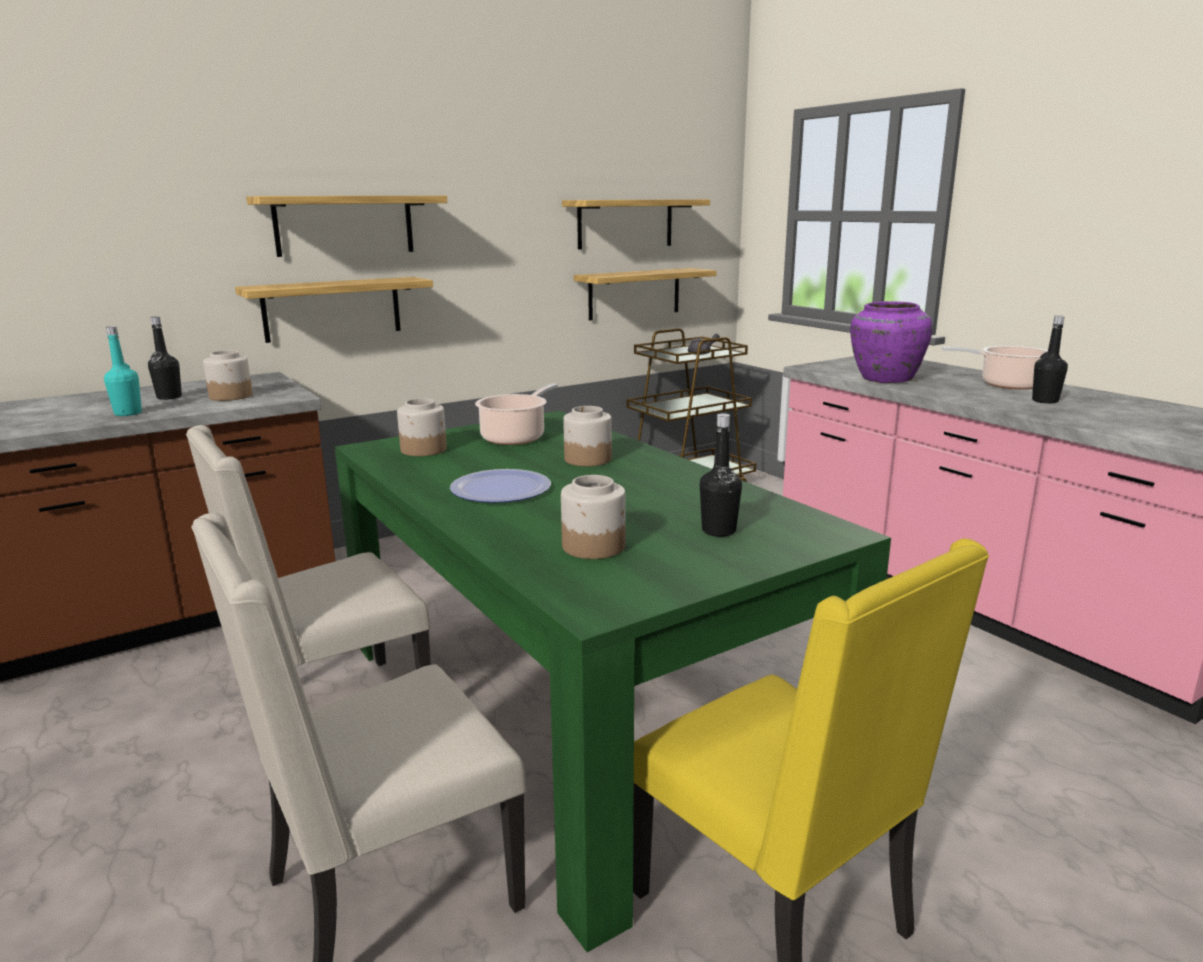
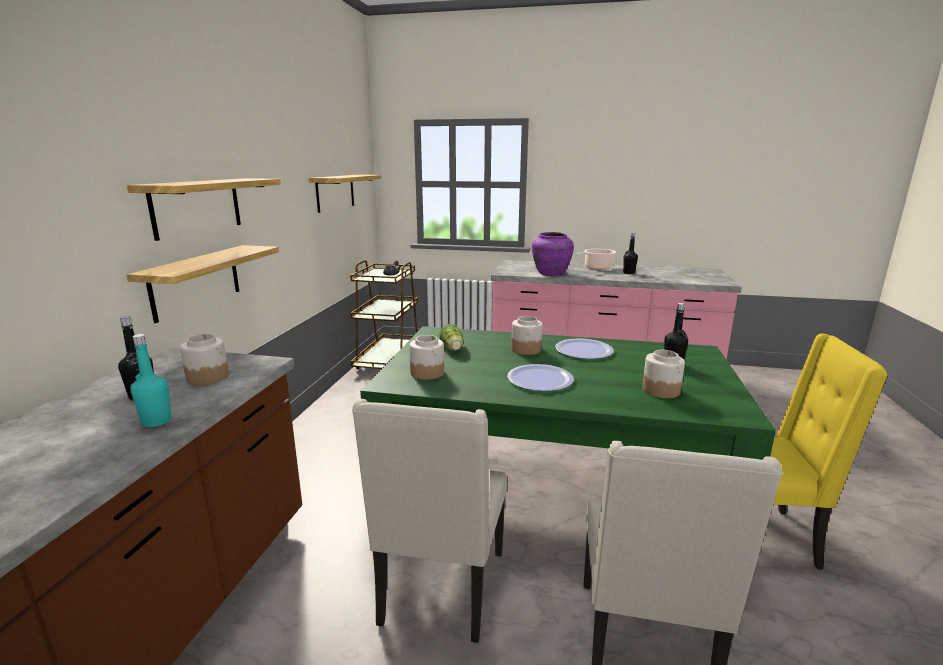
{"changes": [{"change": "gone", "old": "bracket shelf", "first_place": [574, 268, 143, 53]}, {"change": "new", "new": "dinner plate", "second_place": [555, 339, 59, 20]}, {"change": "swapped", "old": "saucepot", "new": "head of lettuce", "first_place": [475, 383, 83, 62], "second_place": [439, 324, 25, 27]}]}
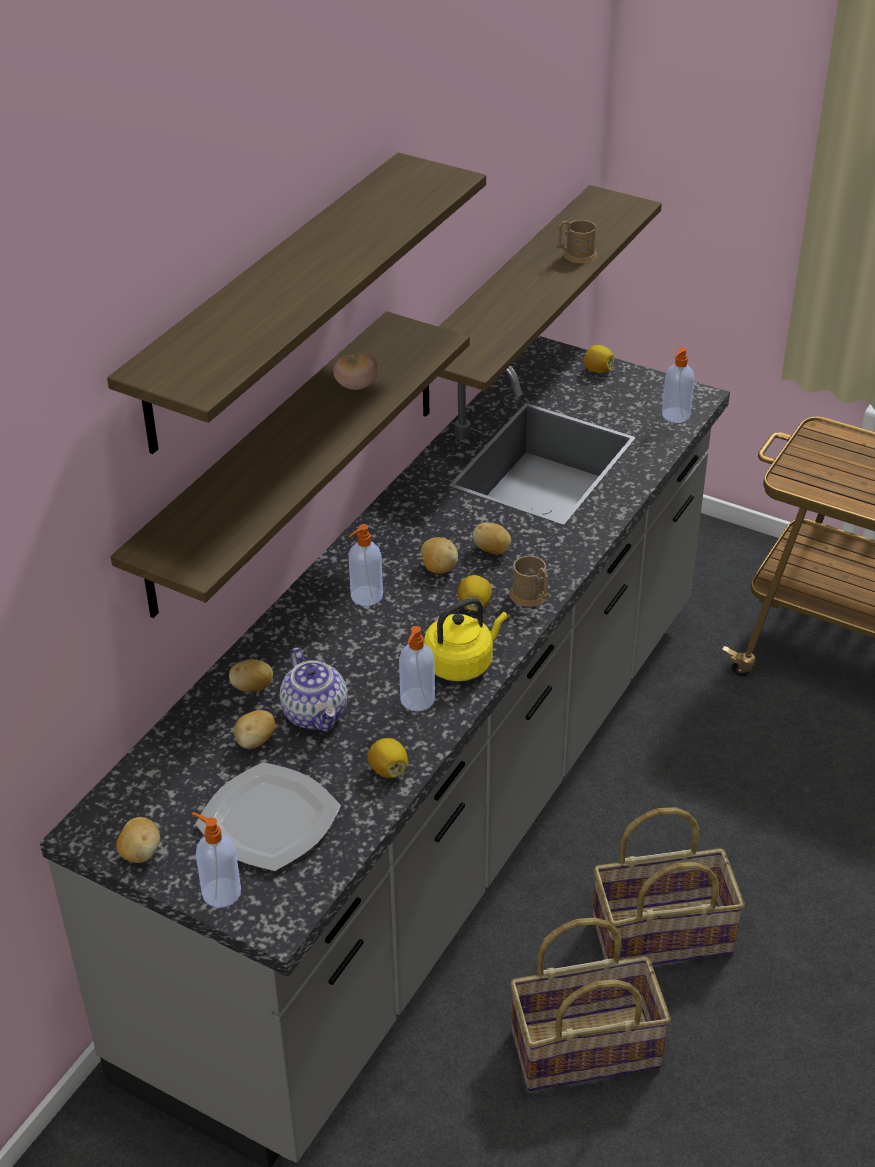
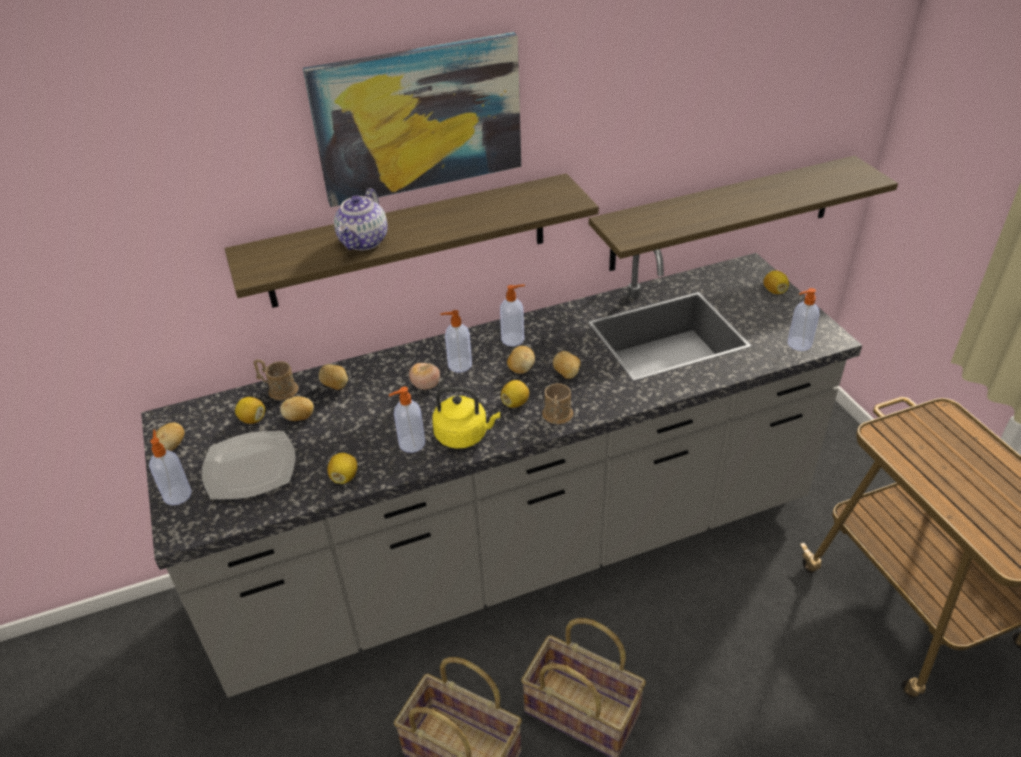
{"changes": [{"change": "new", "new": "citrus fruit", "second_place": [235, 397, 30, 27]}, {"change": "new", "new": "soap dispenser", "second_place": [500, 285, 25, 61]}, {"change": "shifted", "old": "pot for tea", "first_place": [280, 647, 68, 85], "second_place": [334, 188, 53, 62]}, {"change": "shifted", "old": "whole tomato", "first_place": [333, 353, 45, 37], "second_place": [409, 363, 31, 27]}, {"change": "shifted", "old": "coffee mug/brownish", "first_place": [556, 220, 42, 43], "second_place": [253, 359, 45, 41]}, {"change": "swapped", "old": "bracket shelf", "new": "picture", "first_place": [107, 152, 379, 302], "second_place": [303, 32, 218, 175]}]}
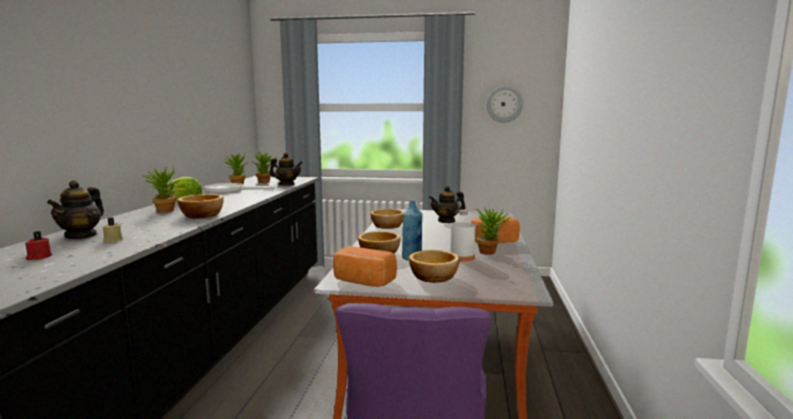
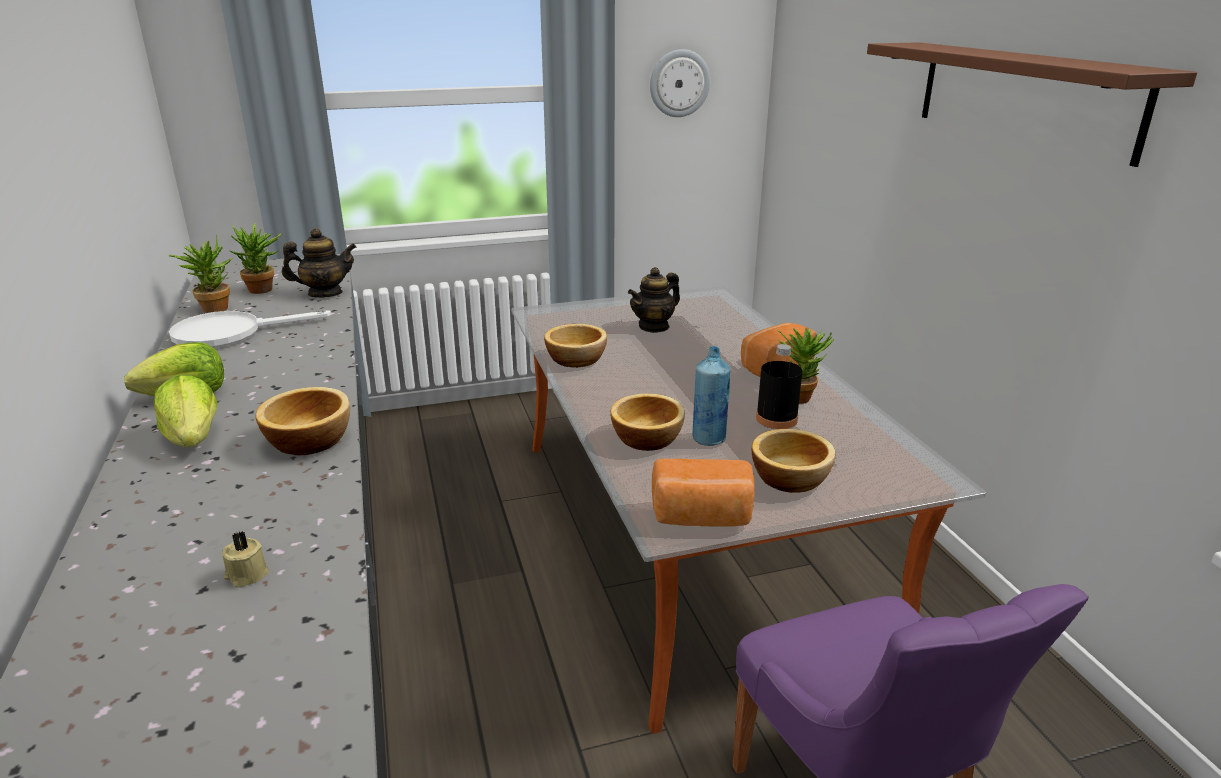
{"changes": [{"change": "gone", "old": "wax light/red-coloured", "first_place": [25, 231, 27, 29]}, {"change": "gone", "old": "pot for tea", "first_place": [47, 180, 57, 59]}, {"change": "new", "new": "bracket shelf/brownish", "second_place": [867, 42, 330, 125]}, {"change": "swapped", "old": "plant in a pot", "new": "head of lettuce", "first_place": [142, 166, 37, 47], "second_place": [154, 375, 63, 72]}, {"change": "repainted", "old": "bottle/white-coloured", "new": "bottle/blackish", "first_place": [450, 210, 26, 52], "second_place": [756, 344, 47, 85]}]}
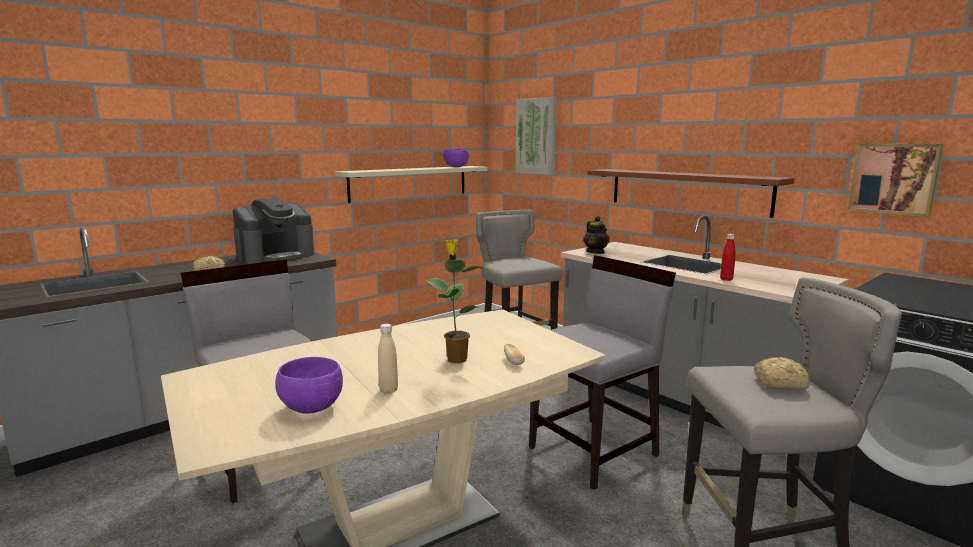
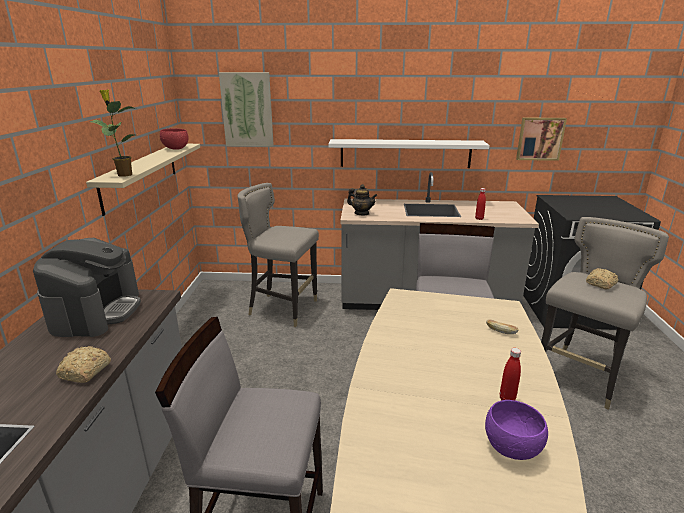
{"changes": [{"change": "shifted", "old": "plant in a pot", "first_place": [426, 239, 61, 124], "second_place": [90, 89, 46, 88]}, {"change": "repainted", "old": "bottle/beige", "new": "bottle/red-coloured", "first_place": [378, 324, 20, 70], "second_place": [500, 348, 21, 52]}, {"change": "repainted", "old": "bowl/purple", "new": "bowl/red-coloured", "first_place": [443, 149, 26, 18], "second_place": [160, 128, 29, 22]}, {"change": "repainted", "old": "bracket shelf/brownish", "new": "bracket shelf/white-coloured", "first_place": [587, 169, 208, 49], "second_place": [328, 139, 161, 29]}]}
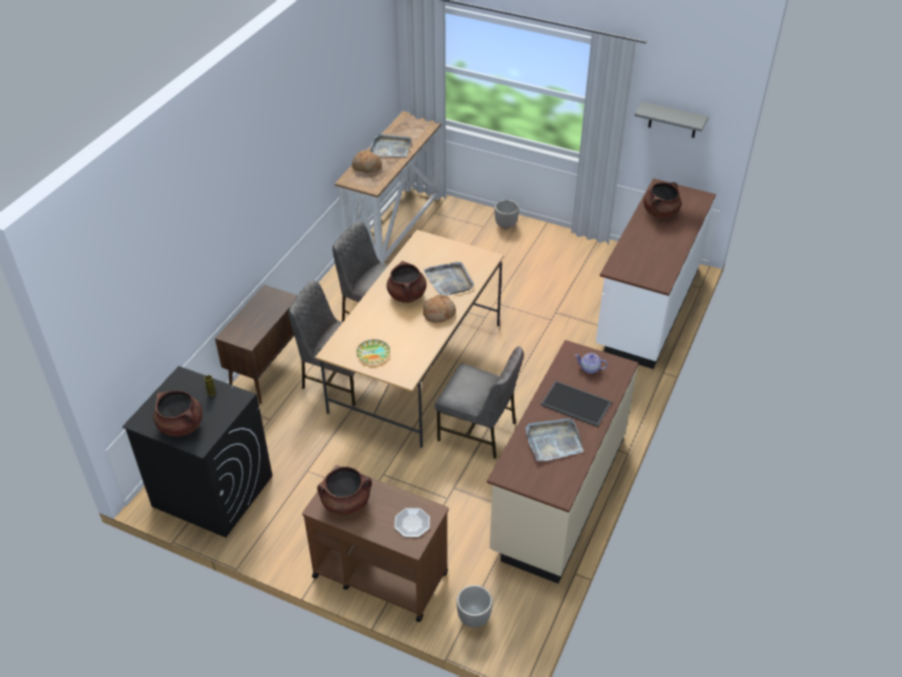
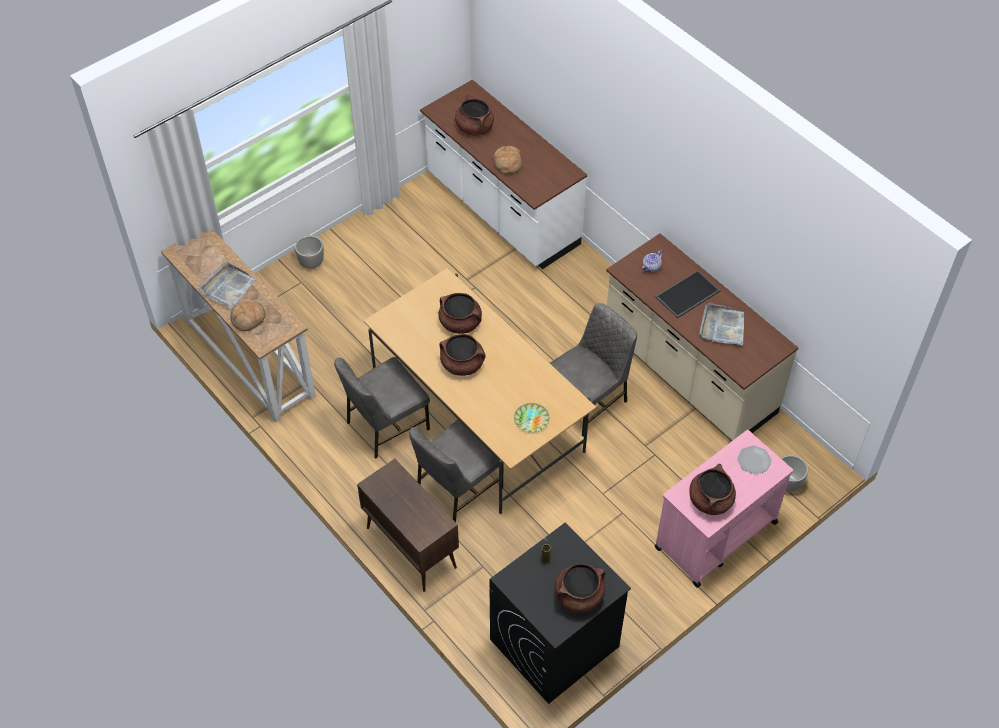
{"changes": [{"change": "gone", "old": "bracket shelf/grey", "first_place": [634, 102, 74, 36]}, {"change": "shifted", "old": "bakery bread", "first_place": [423, 294, 33, 29], "second_place": [493, 146, 29, 29]}, {"change": "swapped", "old": "carrying tray/grey", "new": "saucepot/brownish", "first_place": [424, 262, 50, 34], "second_place": [438, 293, 44, 41]}, {"change": "repainted", "old": "trolley/brownish", "new": "trolley/pink-coloured", "first_place": [302, 465, 147, 157], "second_place": [655, 430, 138, 158]}]}
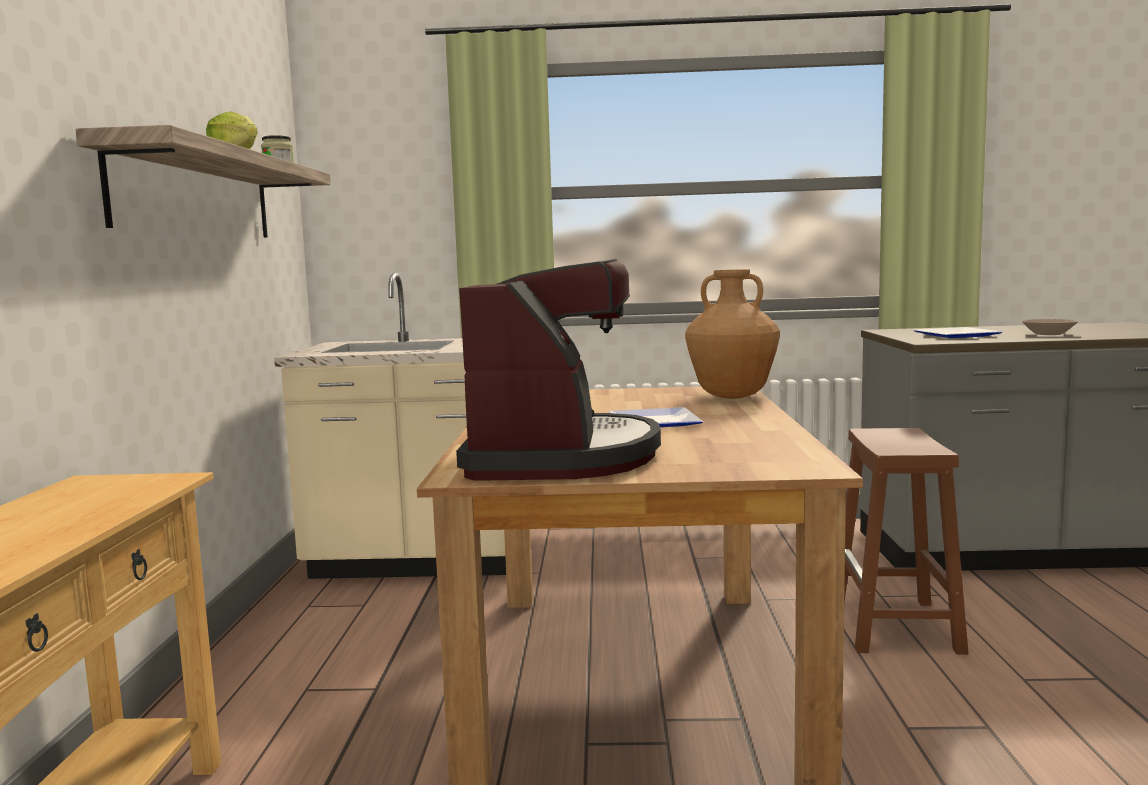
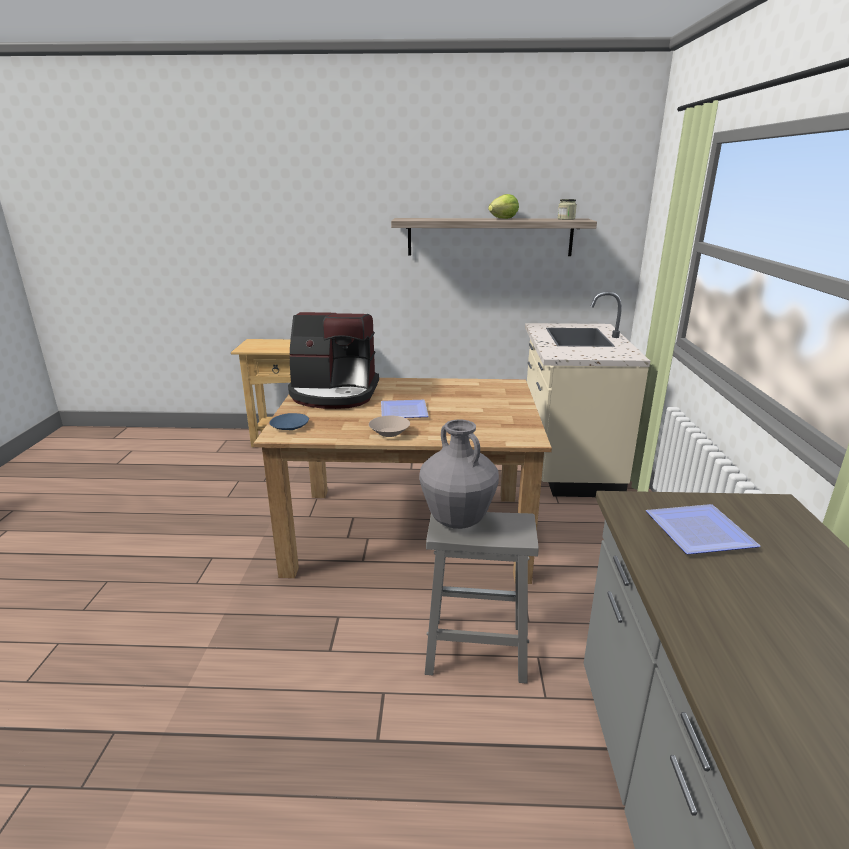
{"changes": [{"change": "gone", "old": "flower vase/brownish", "first_place": [685, 269, 95, 130]}, {"change": "new", "new": "dinner plate/blue", "second_place": [269, 413, 40, 17]}, {"change": "new", "new": "flower vase/grey", "second_place": [419, 419, 80, 110]}, {"change": "shifted", "old": "bowl/beige", "first_place": [1021, 319, 58, 16], "second_place": [369, 416, 41, 21]}, {"change": "repainted", "old": "stool seat/brownish", "new": "stool seat/grey", "first_place": [844, 428, 124, 227], "second_place": [425, 512, 114, 172]}]}
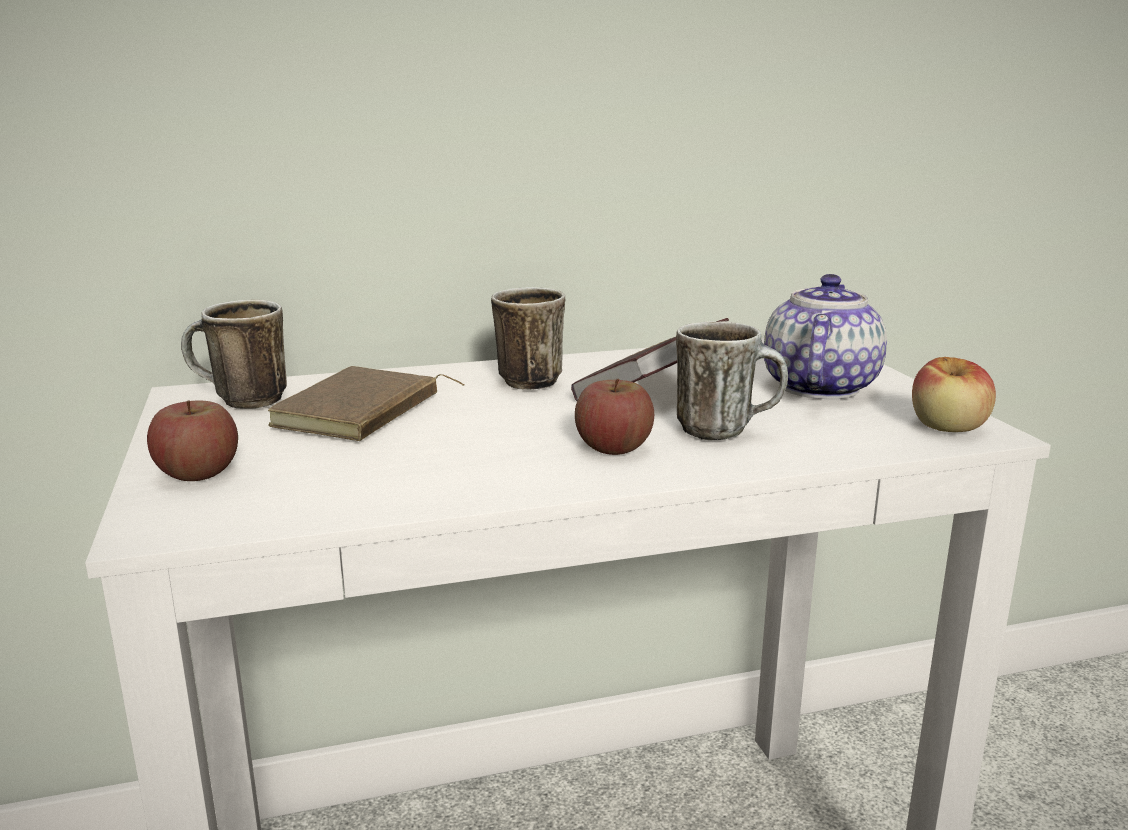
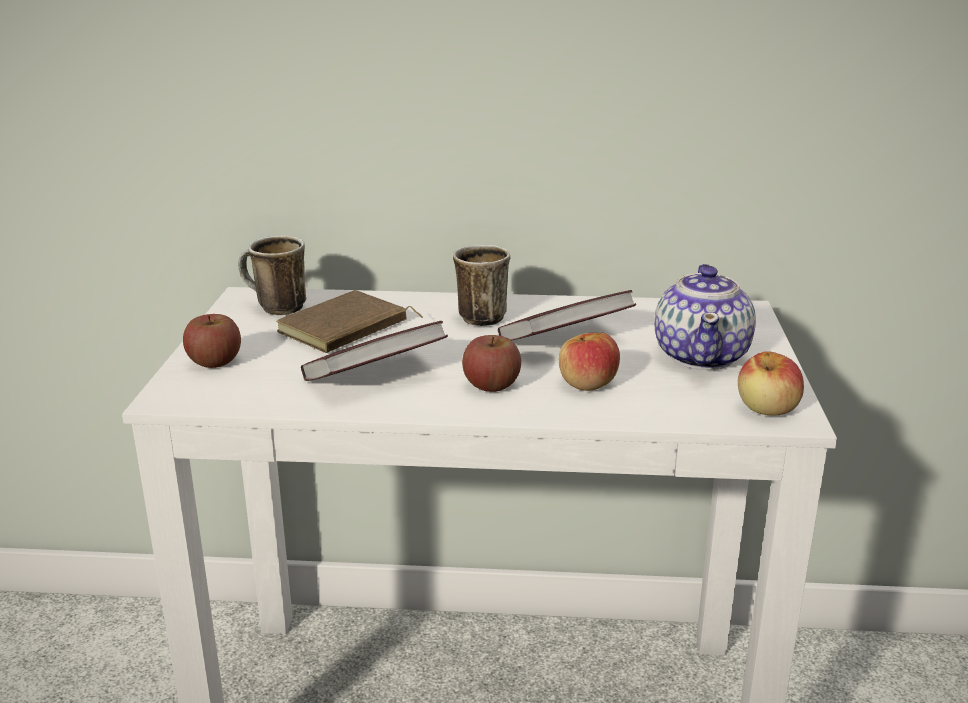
{"changes": [{"change": "new", "new": "bound book", "second_place": [301, 321, 147, 60]}, {"change": "swapped", "old": "coffee mug", "new": "apple", "first_place": [676, 321, 112, 119], "second_place": [559, 333, 61, 58]}, {"change": "rotated", "old": "pot for tea", "first_place": [764, 274, 123, 125], "second_place": [654, 264, 102, 106], "degrees": 150}]}
